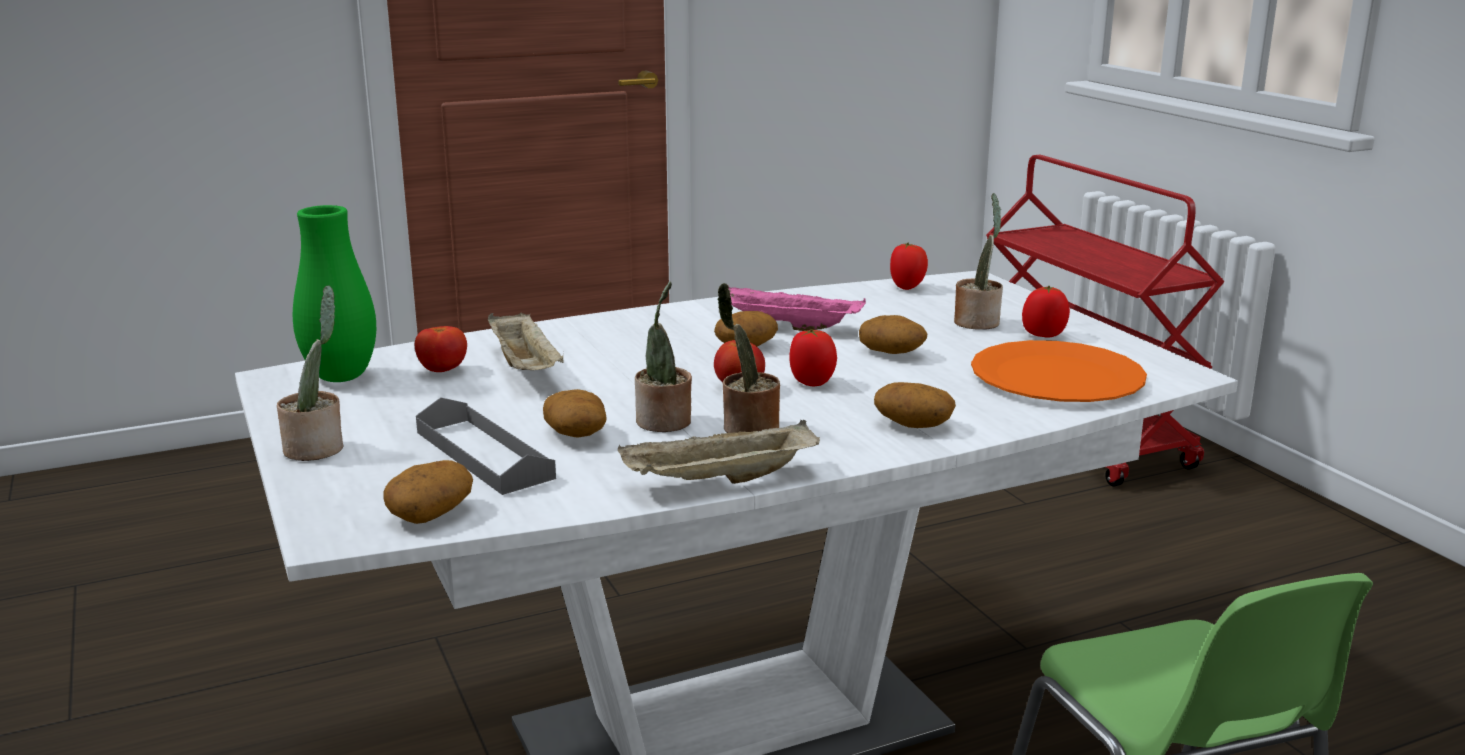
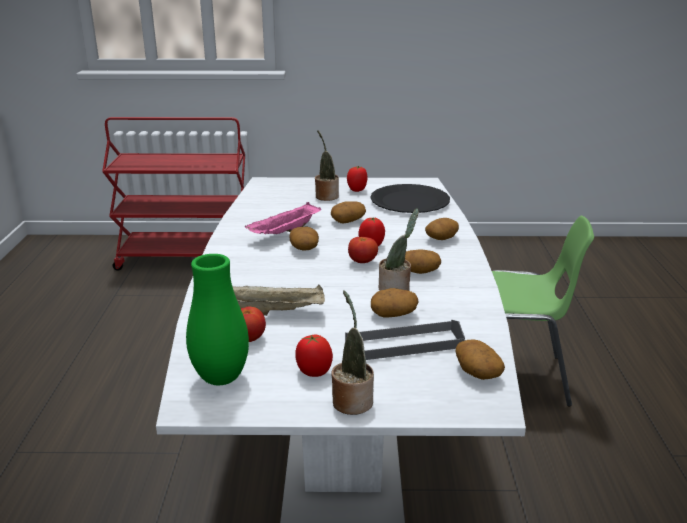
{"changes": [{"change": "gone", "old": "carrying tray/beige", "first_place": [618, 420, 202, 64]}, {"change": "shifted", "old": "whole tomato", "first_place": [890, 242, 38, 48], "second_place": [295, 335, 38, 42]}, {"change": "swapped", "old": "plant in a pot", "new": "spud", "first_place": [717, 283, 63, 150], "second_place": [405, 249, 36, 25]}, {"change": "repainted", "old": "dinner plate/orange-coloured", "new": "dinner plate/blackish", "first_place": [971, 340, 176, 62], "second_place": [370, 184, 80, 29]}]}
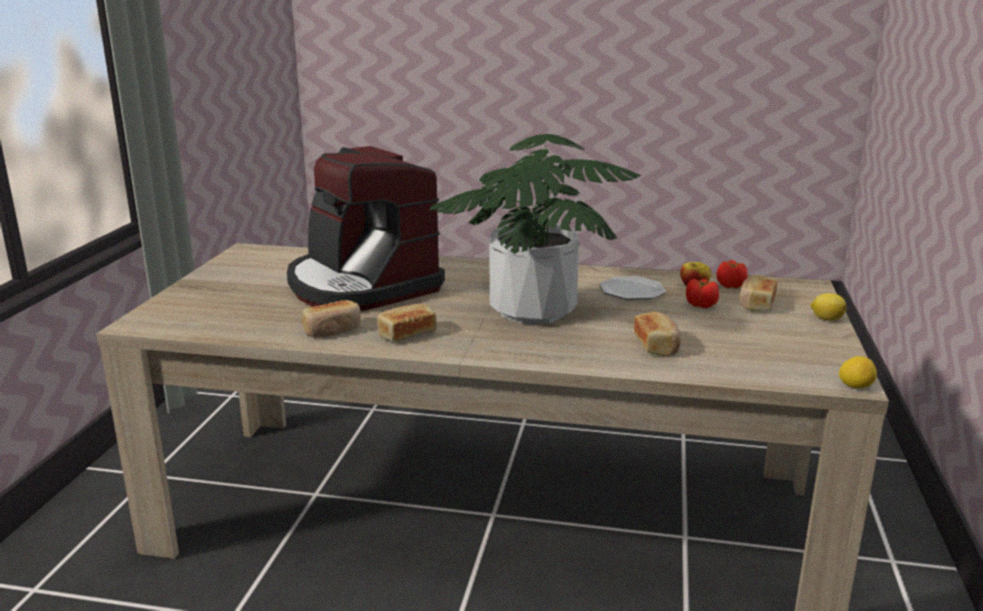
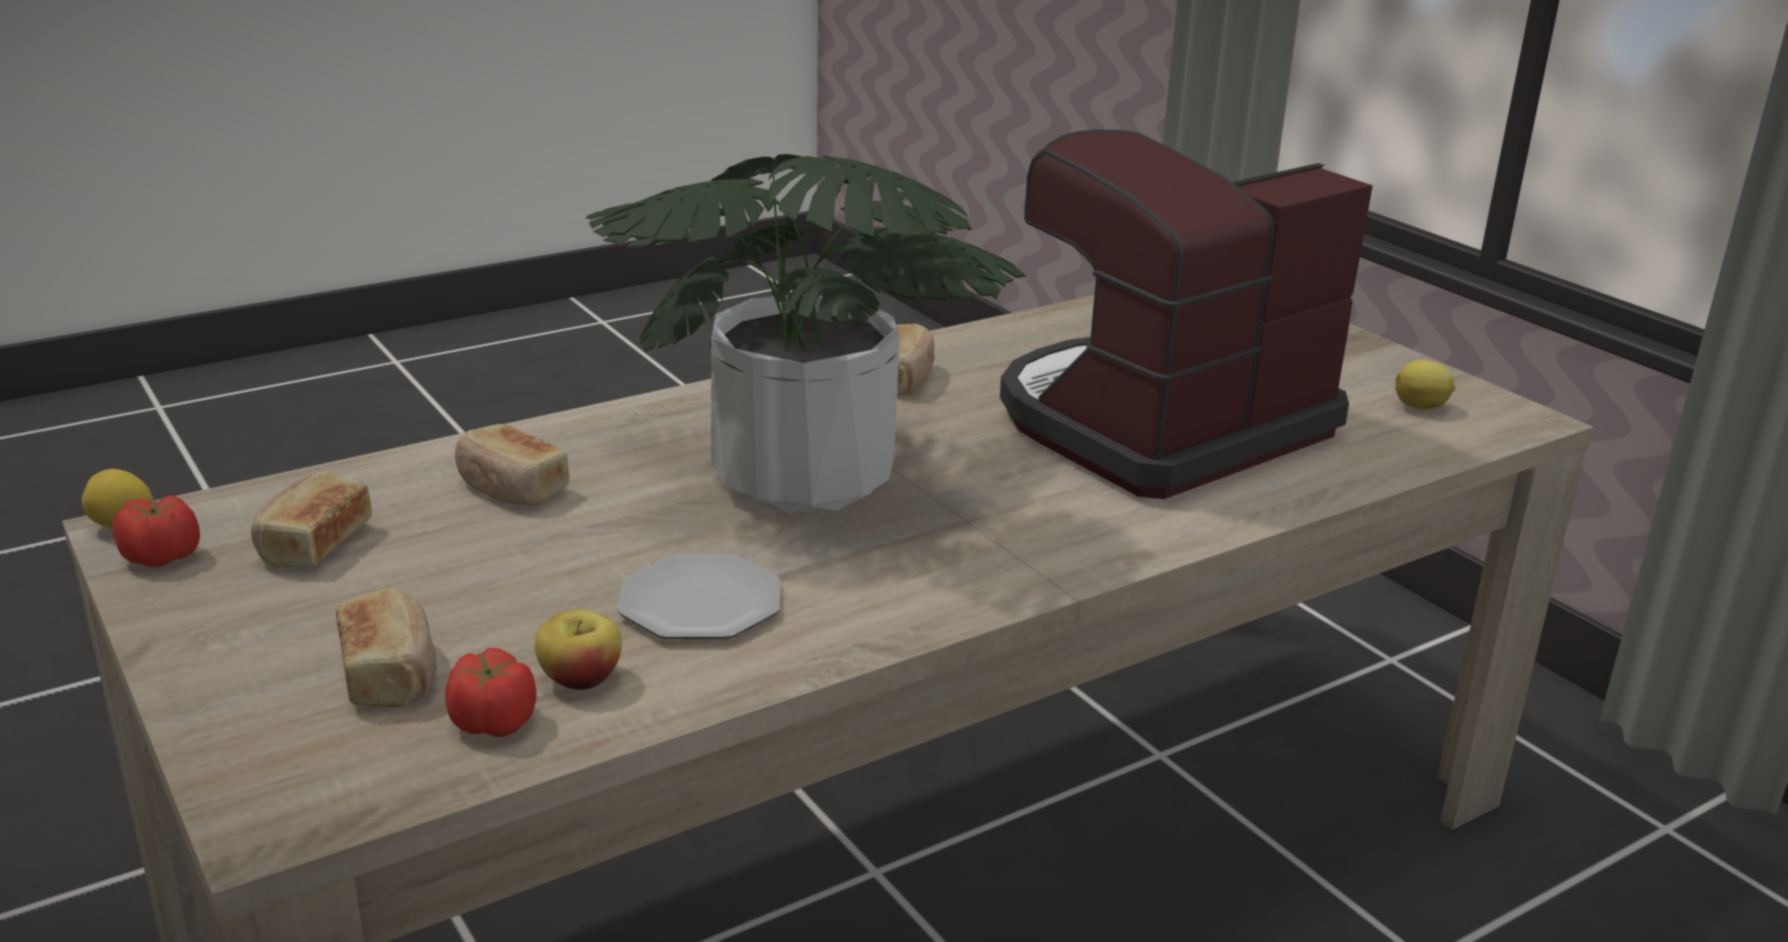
{"changes": [{"change": "shifted", "old": "bakery bread", "first_place": [302, 300, 59, 37], "second_place": [251, 472, 121, 96]}, {"change": "shifted", "old": "whole tomato", "first_place": [686, 279, 33, 29], "second_place": [113, 496, 87, 71]}, {"change": "shifted", "old": "citrus fruit", "first_place": [810, 293, 36, 28], "second_place": [1395, 360, 61, 50]}, {"change": "rotated", "old": "coffee machine", "first_place": [287, 146, 158, 165], "second_place": [1000, 129, 373, 370], "degrees": -45}]}
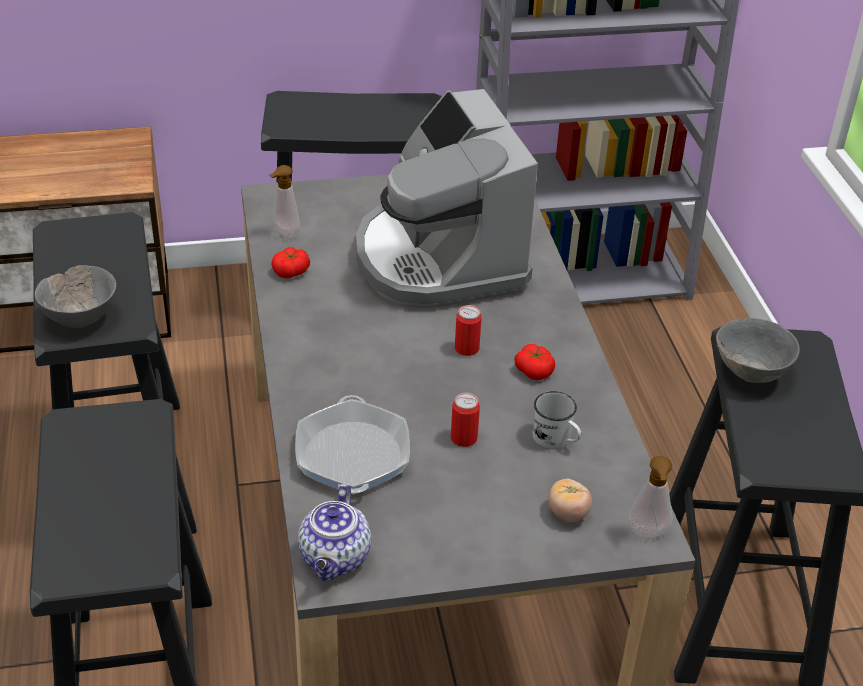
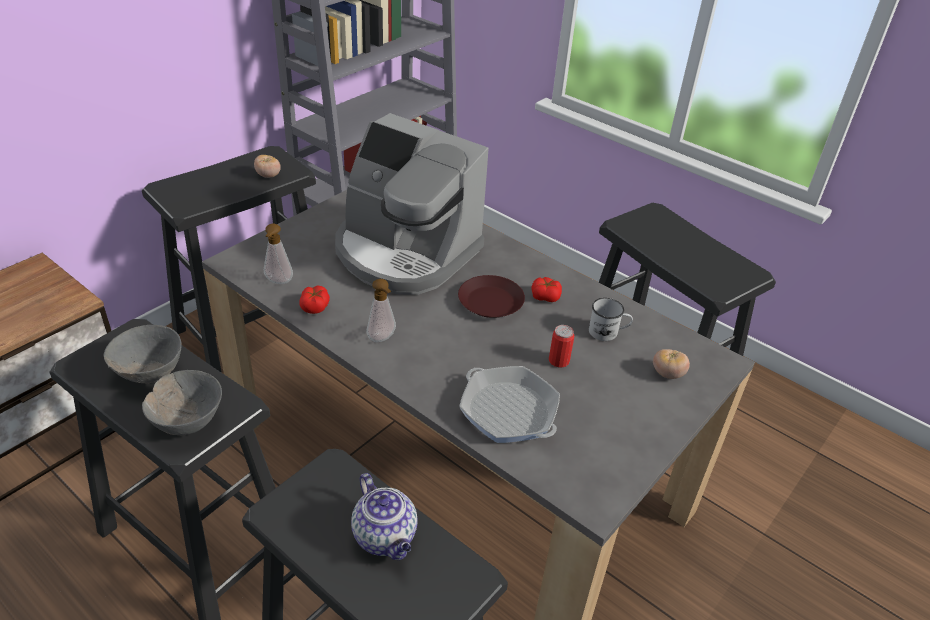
{"changes": [{"change": "new", "new": "whole tomato", "second_place": [254, 155, 27, 23]}, {"change": "shifted", "old": "pot for tea", "first_place": [298, 484, 74, 97], "second_place": [351, 473, 67, 87]}, {"change": "shifted", "old": "soap dispenser", "first_place": [627, 456, 46, 81], "second_place": [367, 279, 29, 63]}, {"change": "shifted", "old": "bowl/grey", "first_place": [716, 318, 84, 65], "second_place": [104, 325, 78, 59]}, {"change": "swapped", "old": "sealed can", "new": "dinner plate/brownish", "first_place": [455, 305, 26, 51], "second_place": [458, 275, 67, 43]}]}
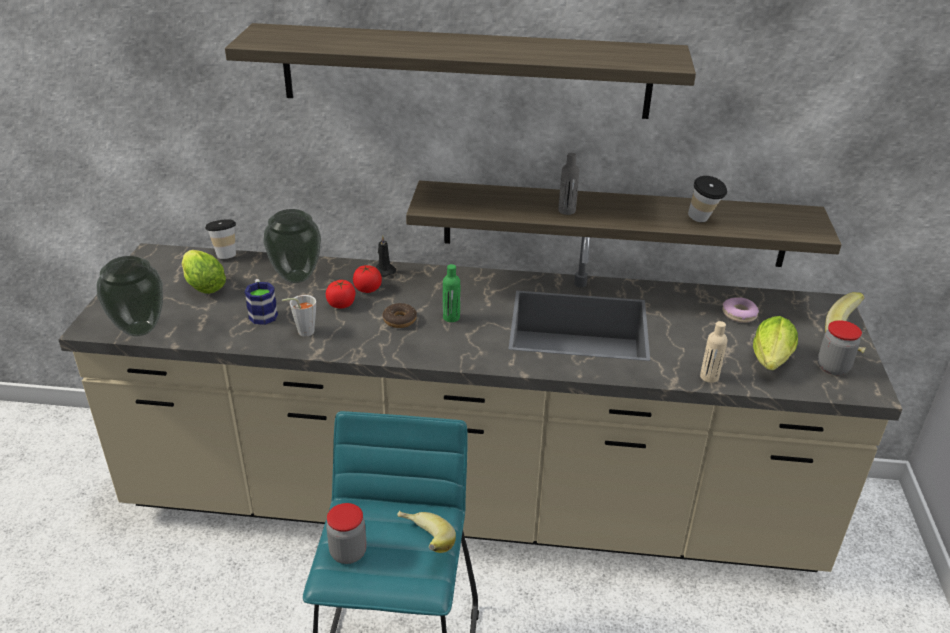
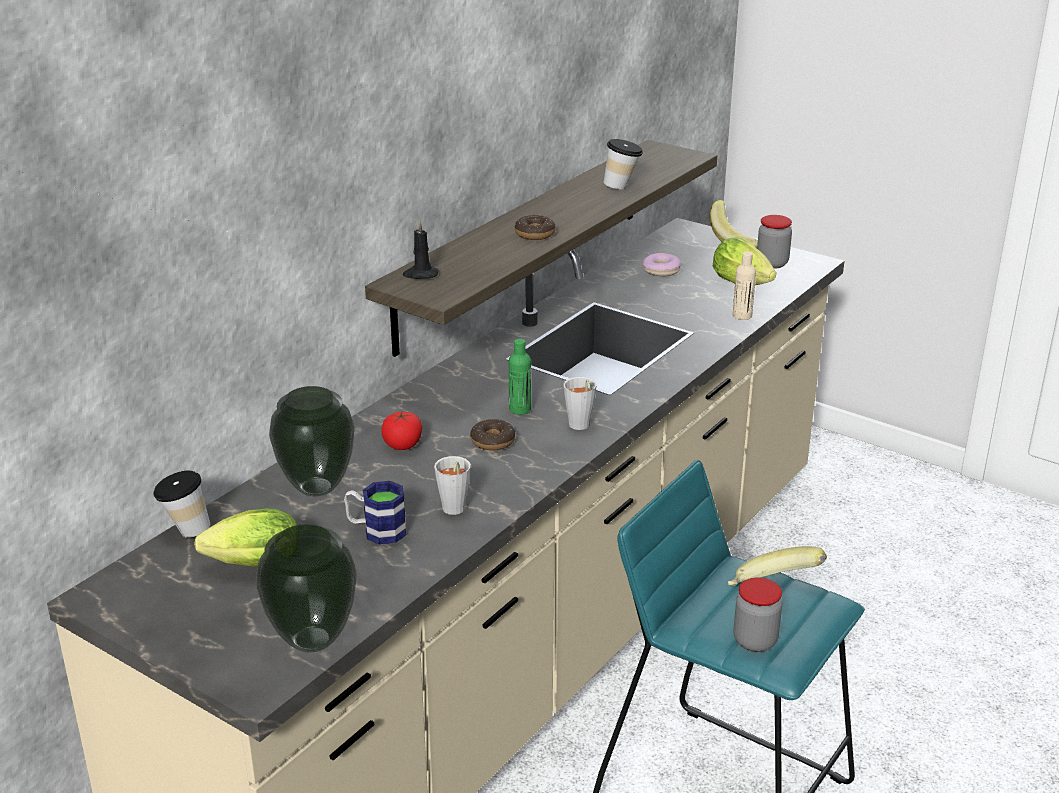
{"changes": [{"change": "gone", "old": "bracket shelf", "first_place": [225, 23, 471, 96]}, {"change": "gone", "old": "whole tomato", "first_place": [326, 280, 29, 29]}, {"change": "new", "new": "cup/grey", "second_place": [563, 377, 33, 53]}, {"change": "shifted", "old": "wax light/blackish", "first_place": [376, 236, 20, 41], "second_place": [402, 220, 36, 59]}, {"change": "swapped", "old": "bottle/grey", "new": "ring doughnut", "first_place": [558, 153, 21, 62], "second_place": [515, 215, 41, 25]}]}
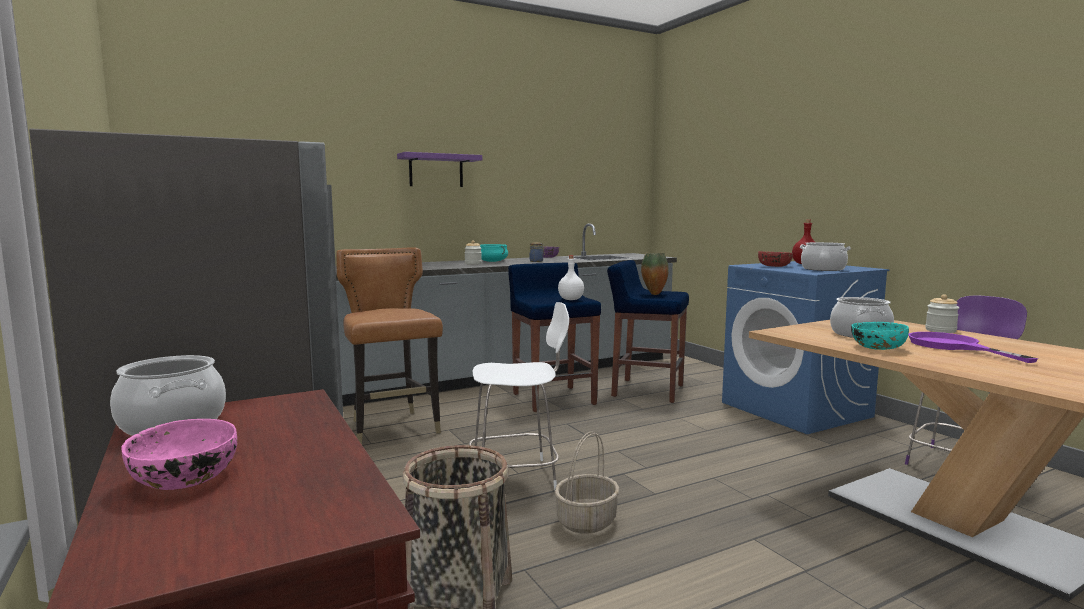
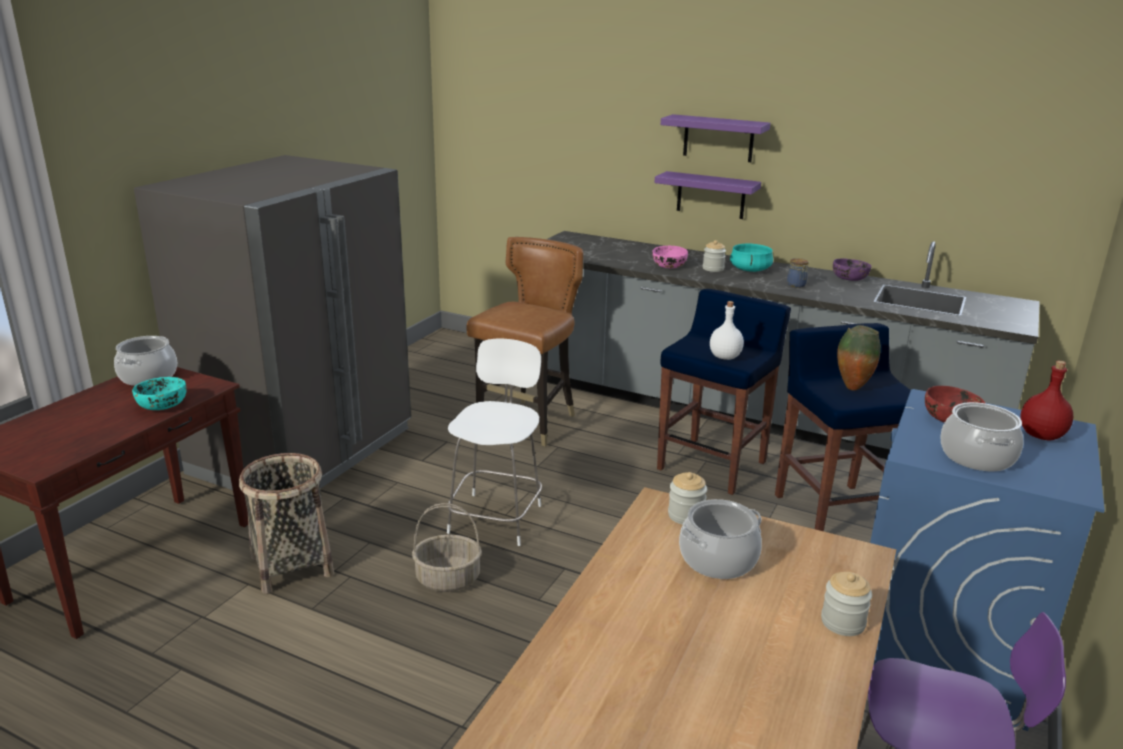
{"changes": [{"change": "gone", "old": "skillet/purple", "first_place": [909, 332, 129, 31]}, {"change": "new", "new": "bracket shelf/purple", "second_place": [655, 171, 106, 48]}, {"change": "new", "new": "storage jar", "second_place": [668, 472, 39, 53]}, {"change": "shifted", "old": "bowl/pink-coloured", "first_place": [122, 419, 115, 71], "second_place": [653, 246, 35, 22]}, {"change": "shifted", "old": "bowl/blue-green", "first_place": [851, 322, 58, 28], "second_place": [132, 377, 55, 33]}, {"change": "rotated", "old": "plain chair/white-coloured", "first_place": [469, 302, 100, 189], "second_place": [447, 339, 95, 207], "degrees": -120}]}
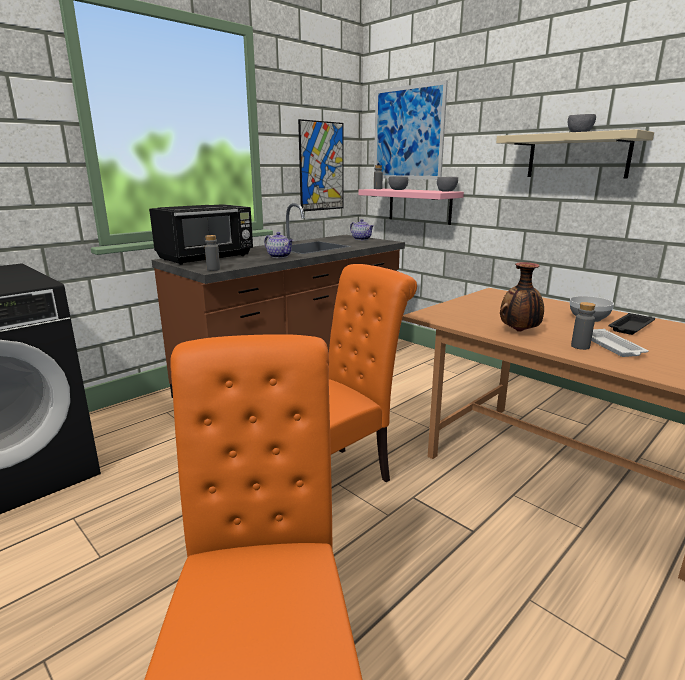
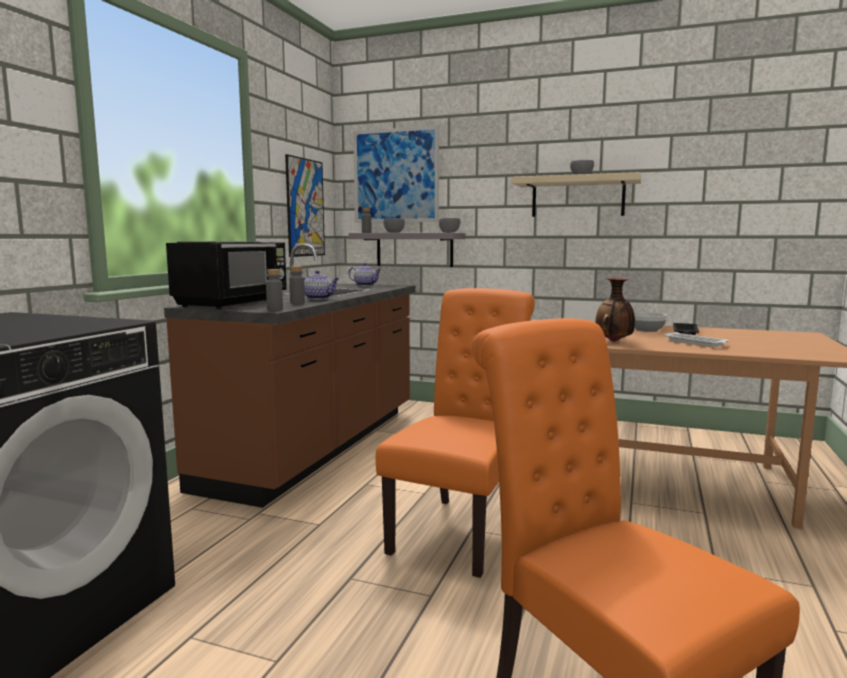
{"changes": [{"change": "shifted", "old": "bottle/grey", "first_place": [571, 302, 25, 48], "second_place": [289, 266, 16, 38]}, {"change": "repainted", "old": "bracket shelf/pink-coloured", "new": "bracket shelf/grey", "first_place": [358, 189, 106, 36], "second_place": [349, 233, 116, 34]}]}
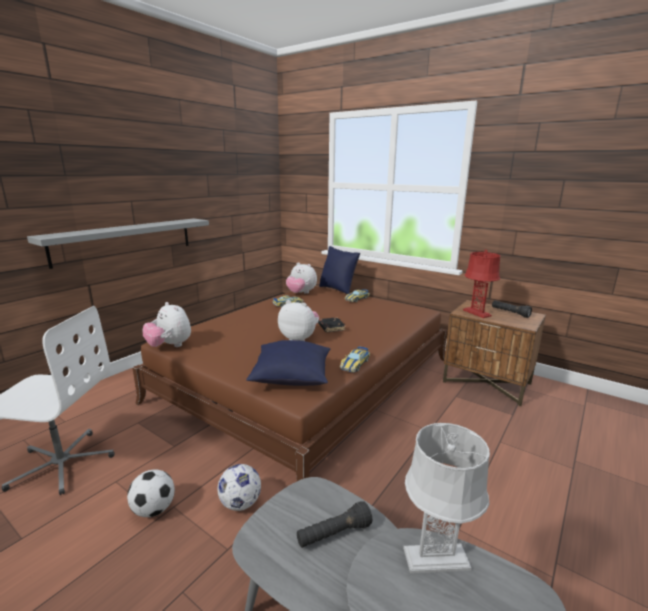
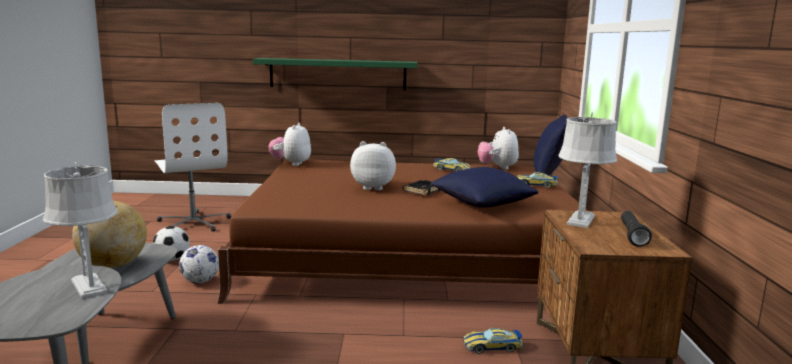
{"changes": [{"change": "shifted", "old": "throw pillow/blue", "first_place": [246, 340, 84, 46], "second_place": [430, 167, 109, 41]}, {"change": "shifted", "old": "toy car", "first_place": [340, 347, 30, 25], "second_place": [463, 328, 61, 26]}, {"change": "swapped", "old": "flashlight/blackish", "new": "globe", "first_place": [297, 501, 75, 47], "second_place": [72, 201, 75, 67]}, {"change": "repainted", "old": "bracket shelf/grey", "new": "bracket shelf/green", "first_place": [27, 218, 182, 51], "second_place": [253, 58, 165, 32]}, {"change": "repainted", "old": "table lamp/red-coloured", "new": "table lamp/grey", "first_place": [463, 250, 38, 68], "second_place": [559, 112, 58, 116]}, {"change": "rotated", "old": "cuddly toy", "first_place": [278, 300, 41, 41], "second_place": [350, 141, 46, 49], "degrees": -75}]}
